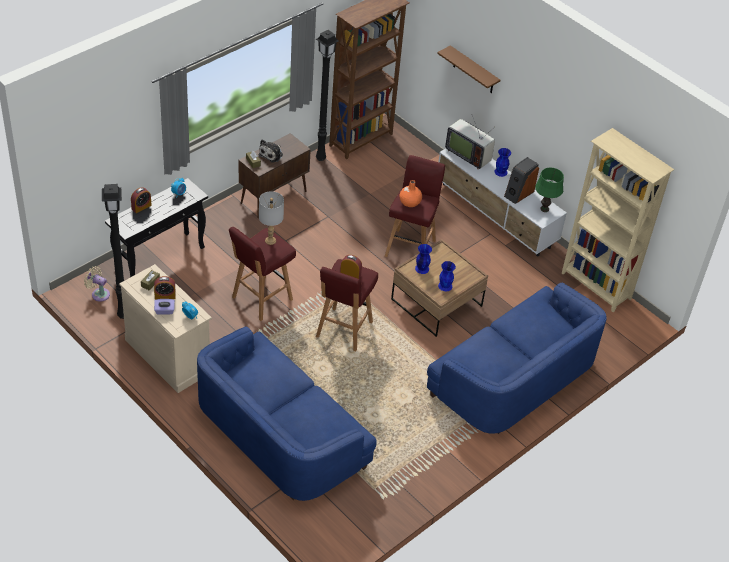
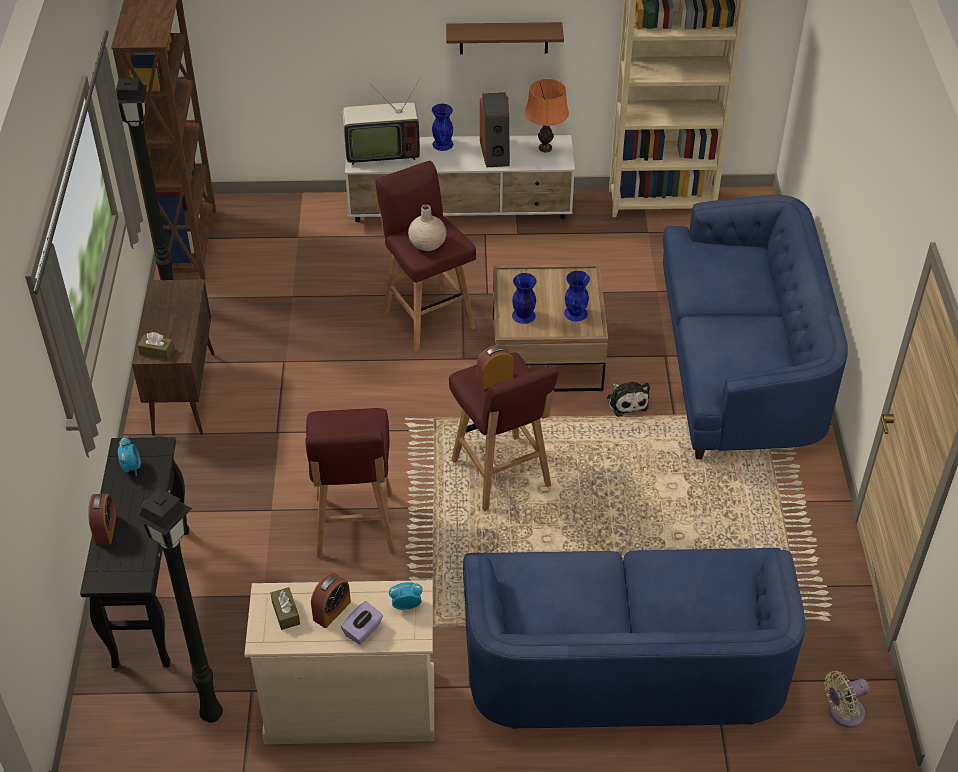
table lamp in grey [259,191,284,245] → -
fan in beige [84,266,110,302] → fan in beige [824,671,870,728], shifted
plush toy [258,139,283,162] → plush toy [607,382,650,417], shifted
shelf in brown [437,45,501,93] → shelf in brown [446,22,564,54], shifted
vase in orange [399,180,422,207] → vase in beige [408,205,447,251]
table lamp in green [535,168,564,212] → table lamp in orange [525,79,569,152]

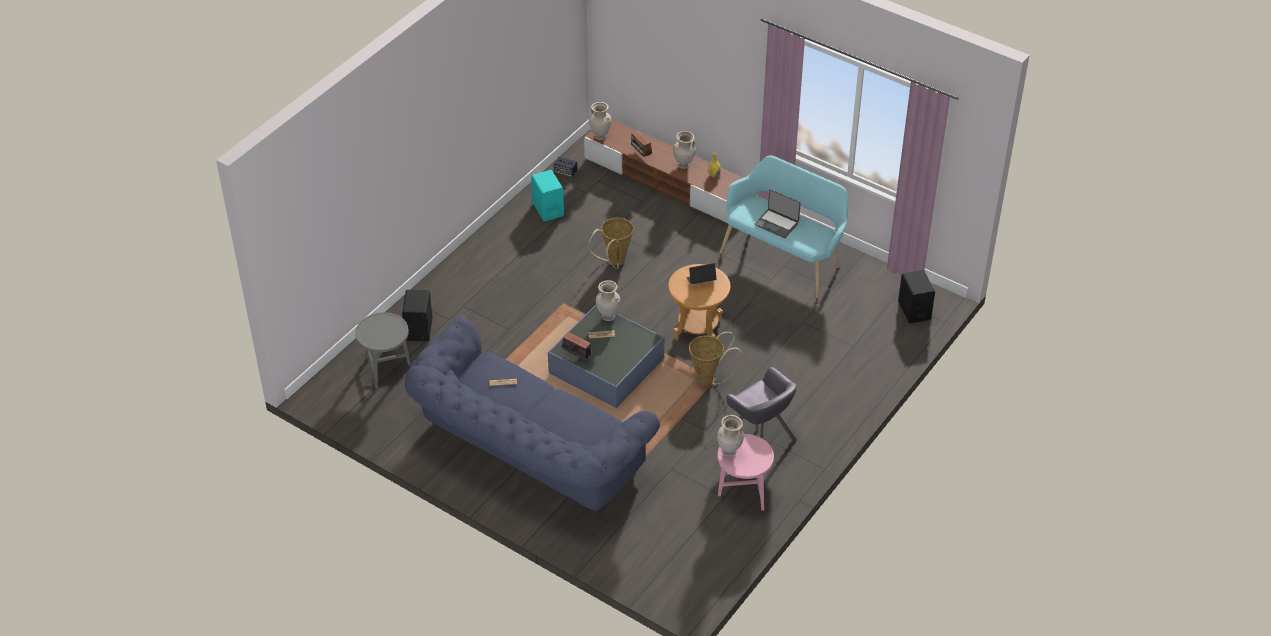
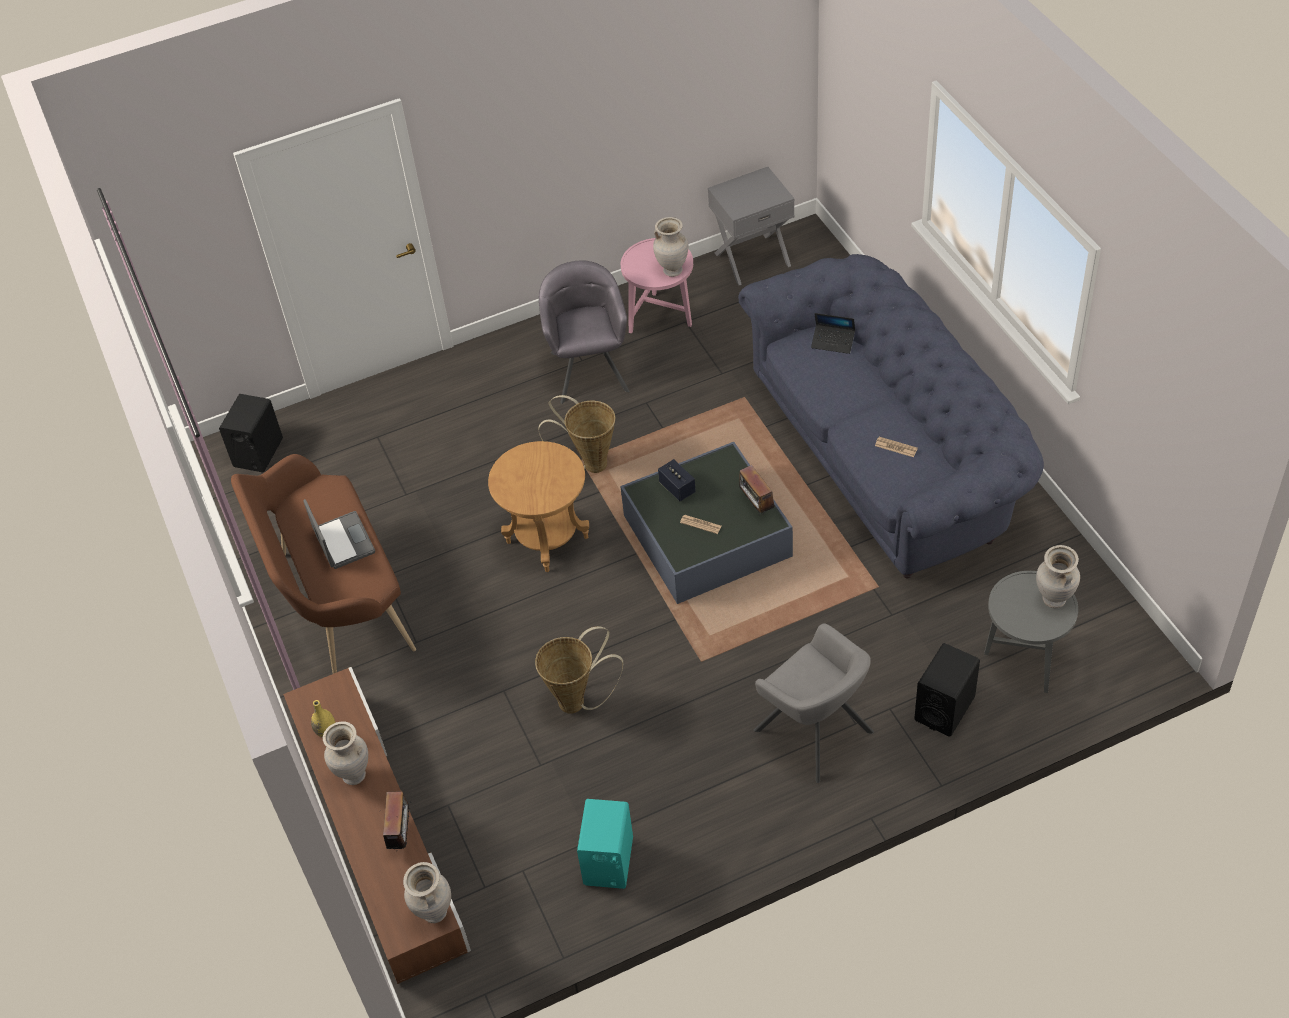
- → nightstand in grey [708,167,795,285]
- → armchair in grey [753,624,874,783]
speaker [554,156,577,177] → speaker [658,459,696,502], shifted
vase in beige [596,280,621,321] → vase in beige [1036,545,1080,608], shifted
laptop [686,263,716,284] → laptop [811,313,855,354], shifted
bench in turquoise [720,155,848,298] → bench in brown [231,454,416,674]

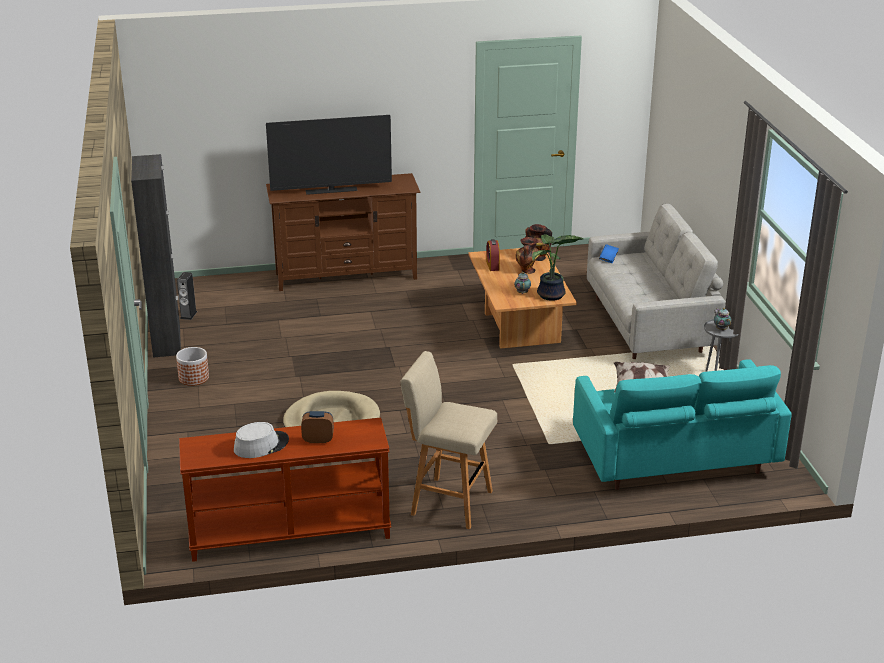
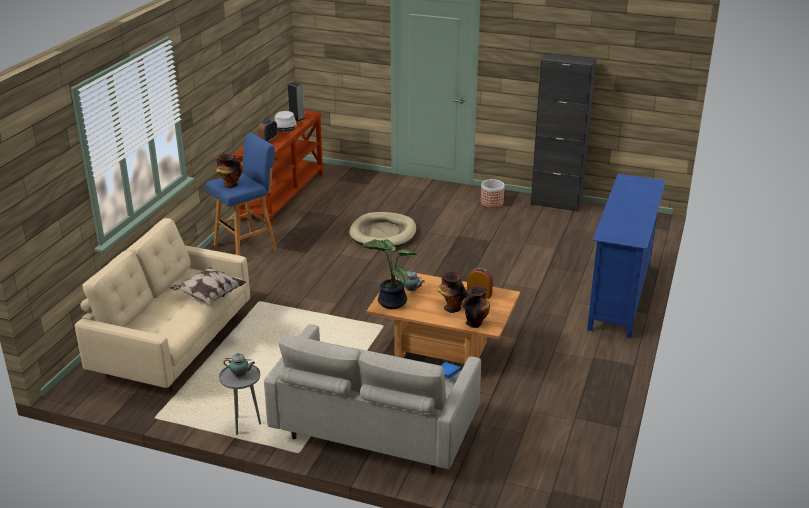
television [266,115,392,195] → -
- → vase [216,154,242,188]
speaker [177,272,197,320] → speaker [288,82,305,122], shifted
tv stand in brown [266,173,421,291] → tv stand in blue [587,174,666,338]
stool in beige [400,351,497,529] → stool in blue [206,133,277,256]
sofa in turquoise [573,359,792,490] → sofa in beige [75,218,250,393]

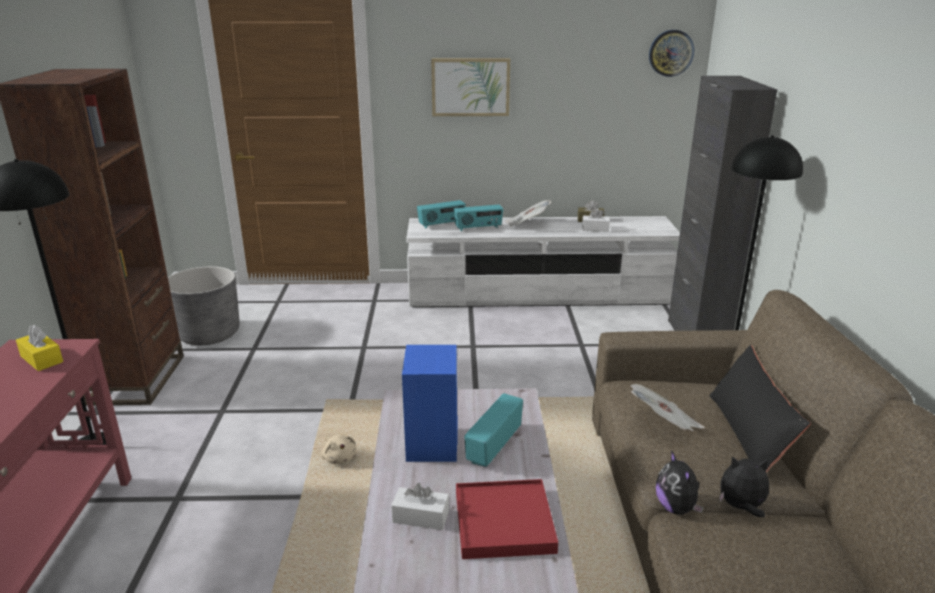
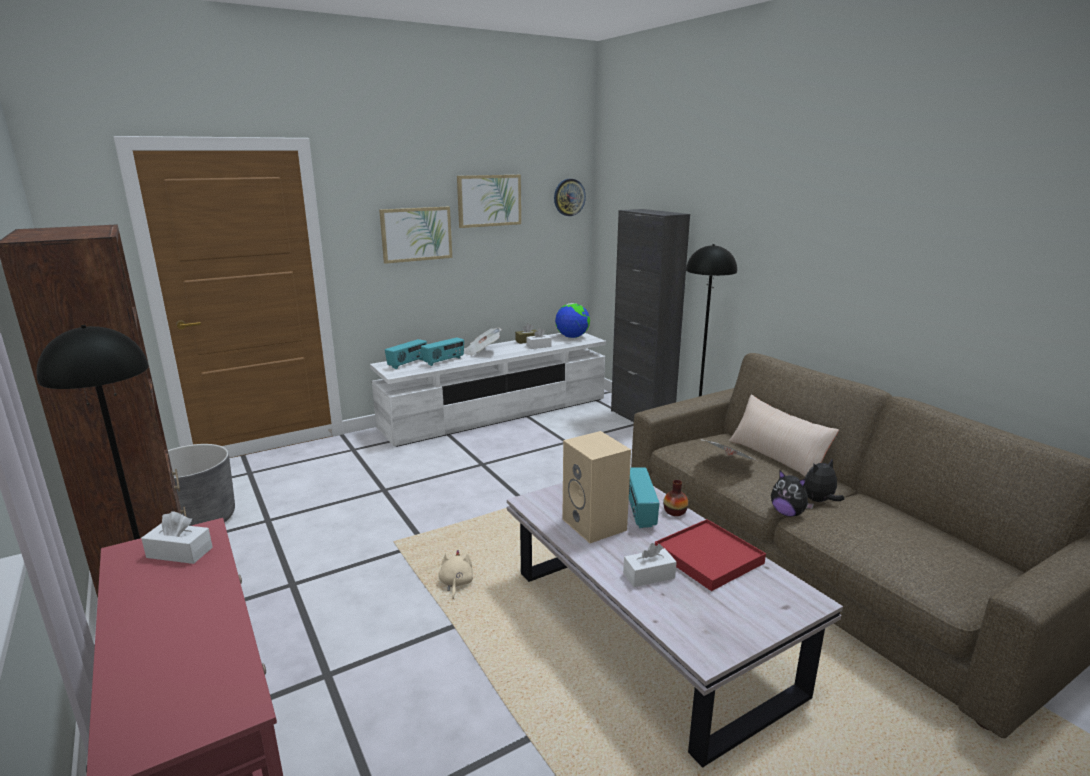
- → picture [457,175,521,228]
- → globe [555,303,590,338]
- → vase [663,480,688,516]
tissue box in yellow [16,325,63,371] → tissue box in white [141,511,213,564]
speaker in blue [402,345,458,462] → speaker in beige [562,431,631,543]
pillow in black [709,345,811,473] → pillow in beige [729,395,839,477]
plush toy in beige [321,435,357,464] → plush toy in beige [438,550,473,599], 120 degrees counterclockwise

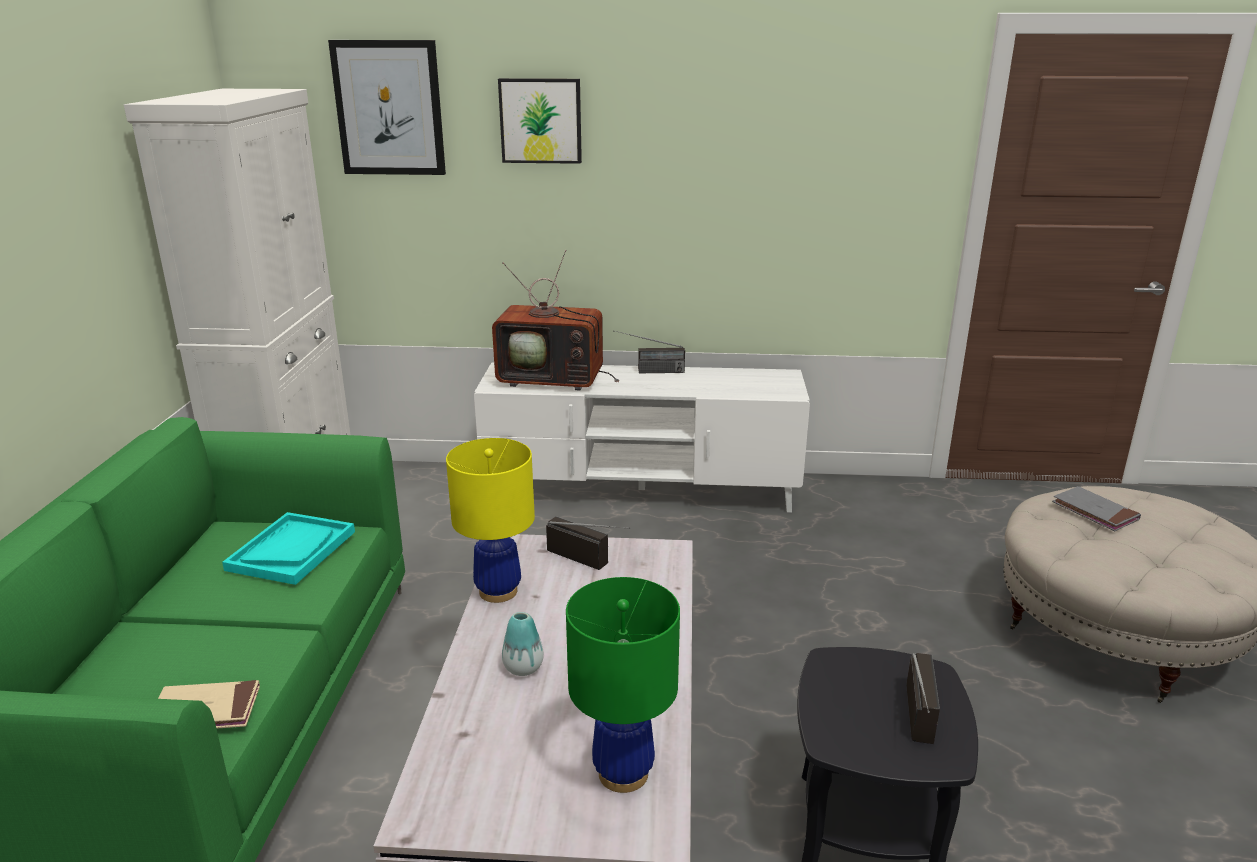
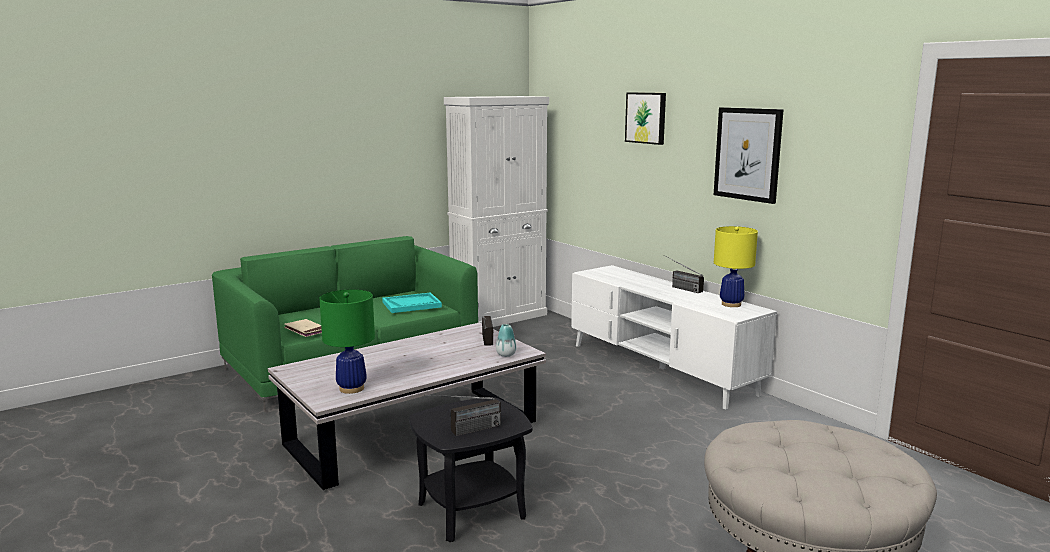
television [492,250,619,391] → -
book in grey [1052,486,1141,531] → -
picture [328,40,446,175] → picture [714,107,784,204], shifted
table lamp in yellow [446,438,535,603] → table lamp in yellow [714,226,758,307], shifted
vase [502,612,544,676] → vase [496,324,517,357], shifted

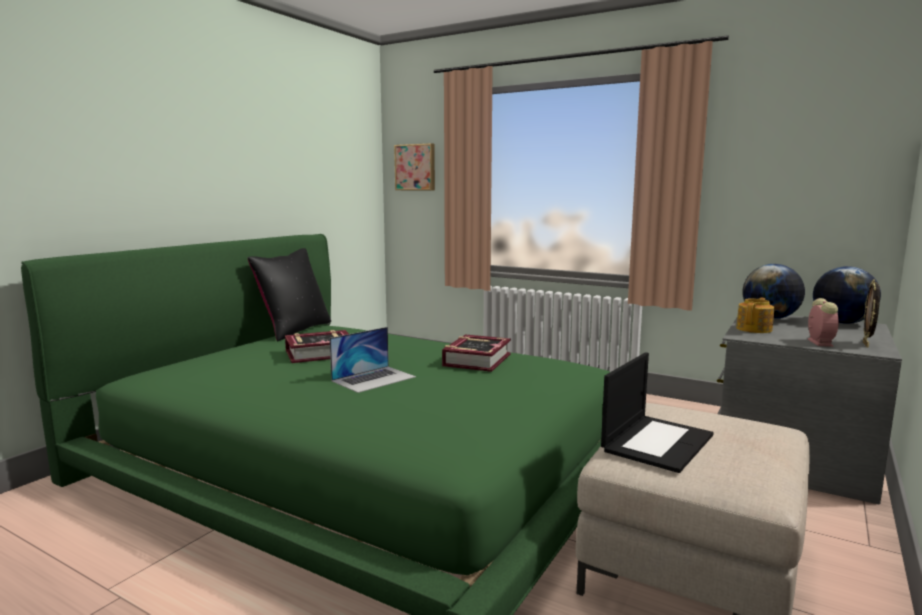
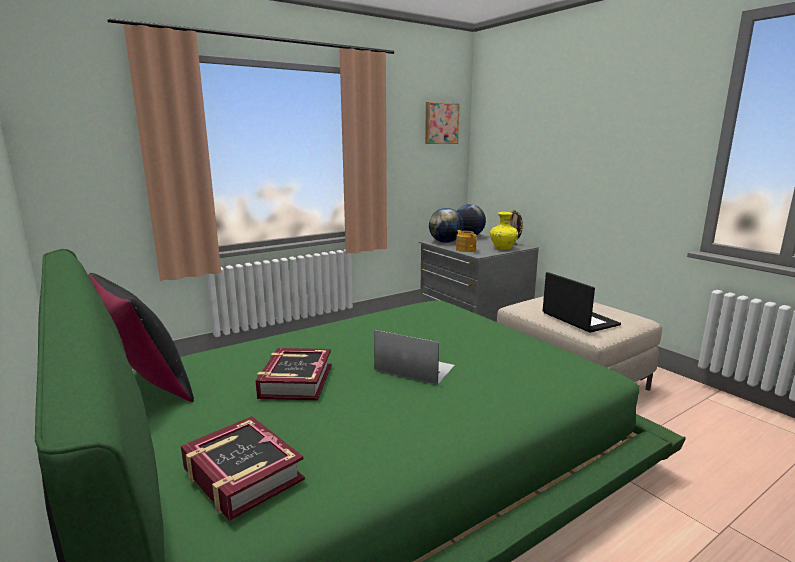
picture [394,143,435,190] → picture [425,102,460,144], shifted
book [442,334,511,372] → book [181,416,305,521], shifted
alarm clock [808,298,839,347] → vase in yellow [490,212,518,250]
laptop [330,327,416,393] → laptop [374,330,455,385], 45 degrees counterclockwise

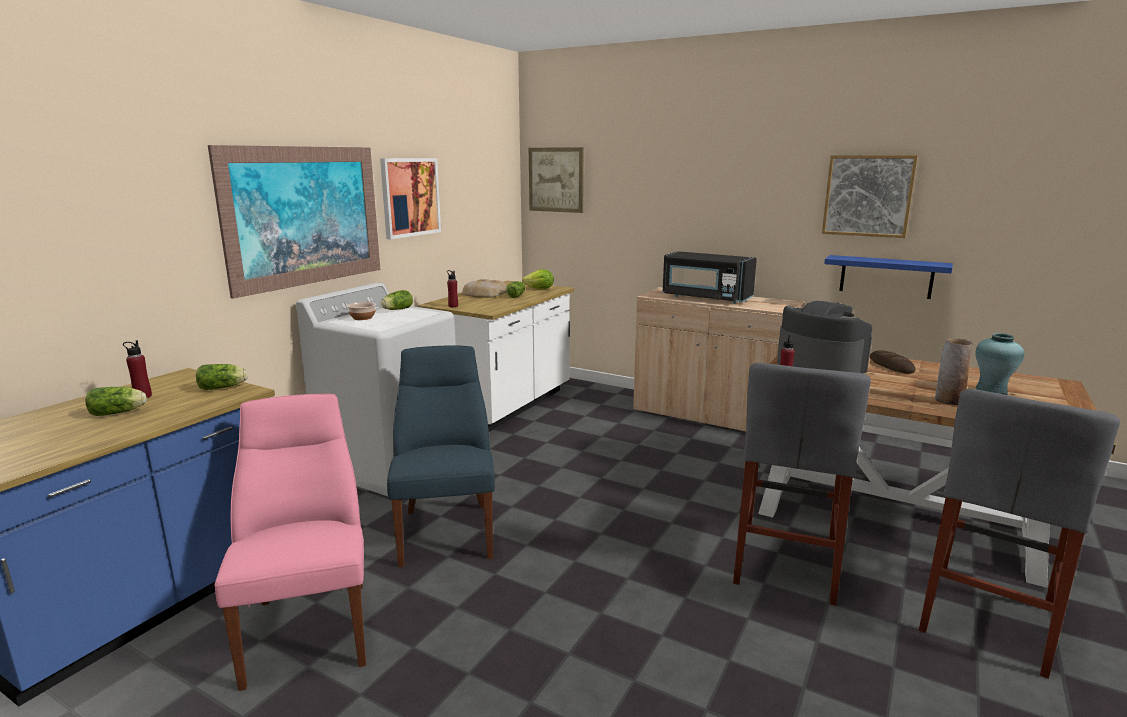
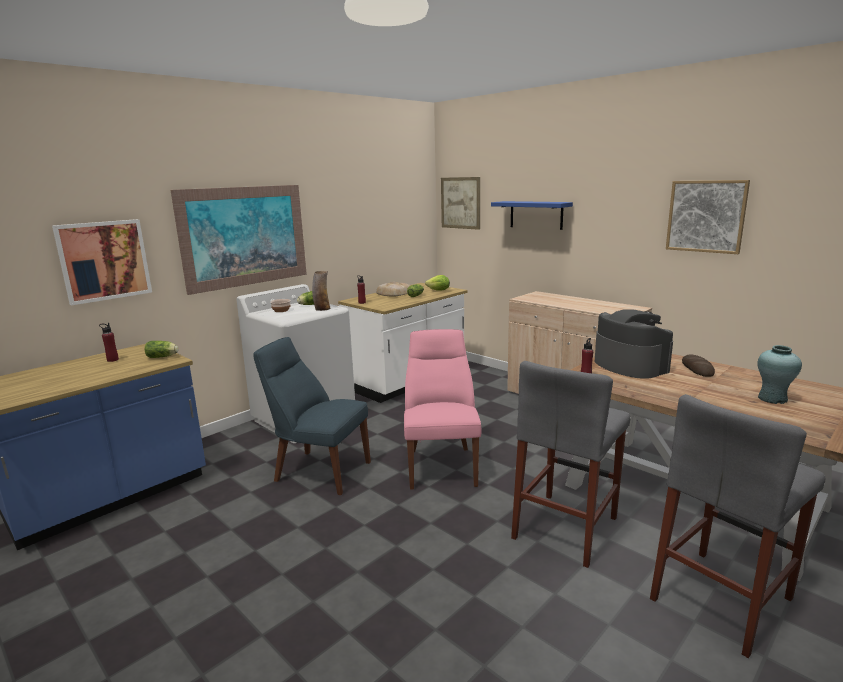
lettuce [85,387,147,416] → -
microwave in black [662,251,757,304] → -
chair in pink [215,394,366,691] → chair in pink [404,329,481,490], shifted
picture [380,158,441,239] → picture [52,219,152,306], shifted
shelf in blue [824,255,953,299] → shelf in blue [491,201,573,230], shifted
vase [935,338,973,405] → vase [312,271,331,311], shifted
chair in blue [387,346,495,567] → chair in blue [253,337,371,495], 75 degrees counterclockwise

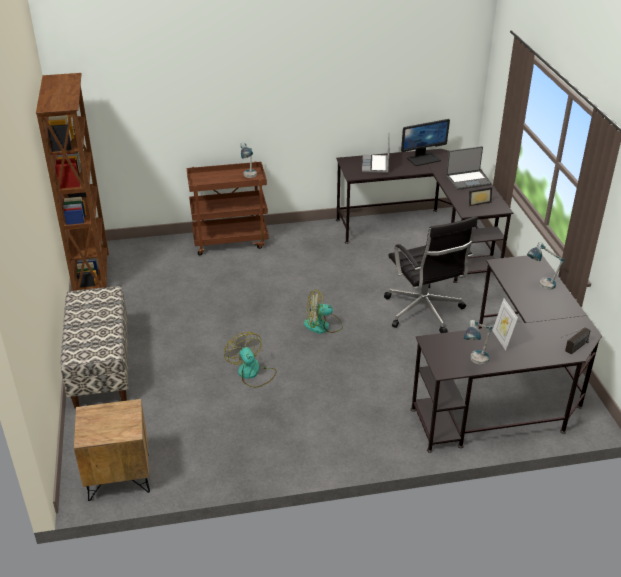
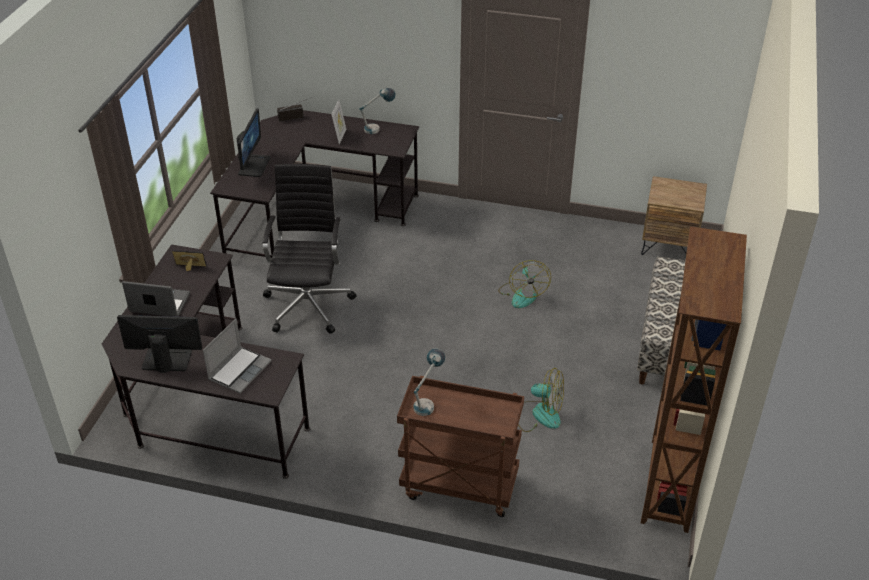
fan [304,289,343,334] → fan [518,368,564,432], shifted
table lamp [527,242,564,290] → monitor [237,109,270,177]

